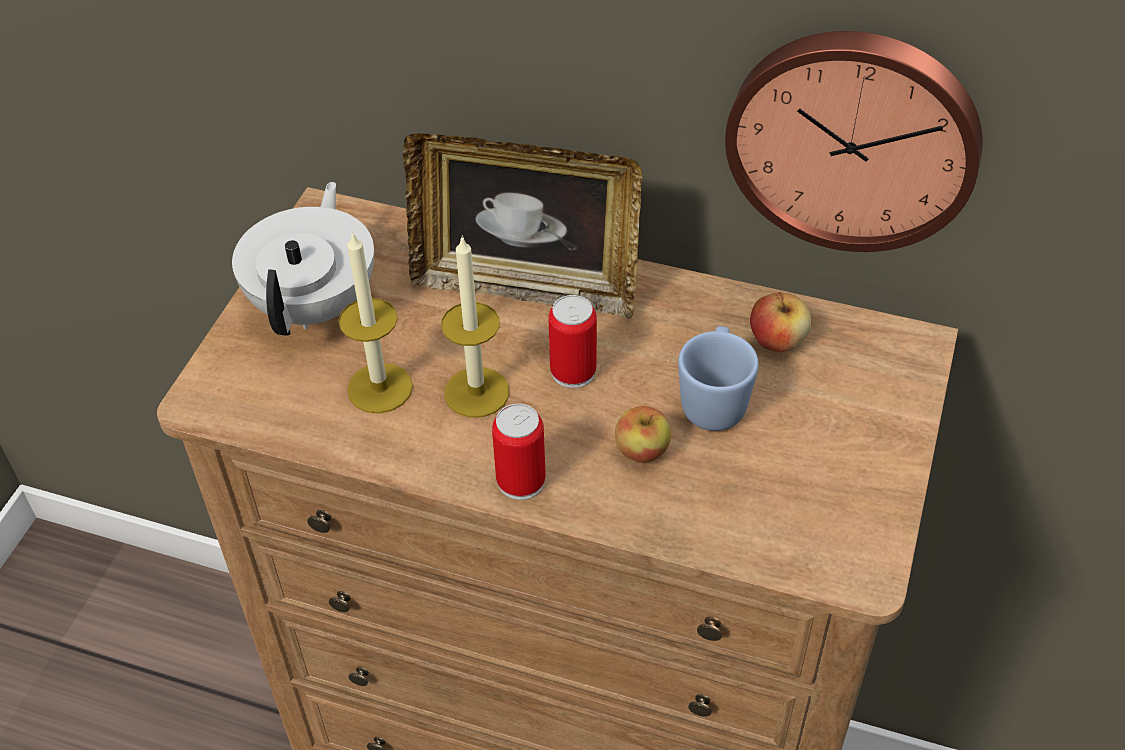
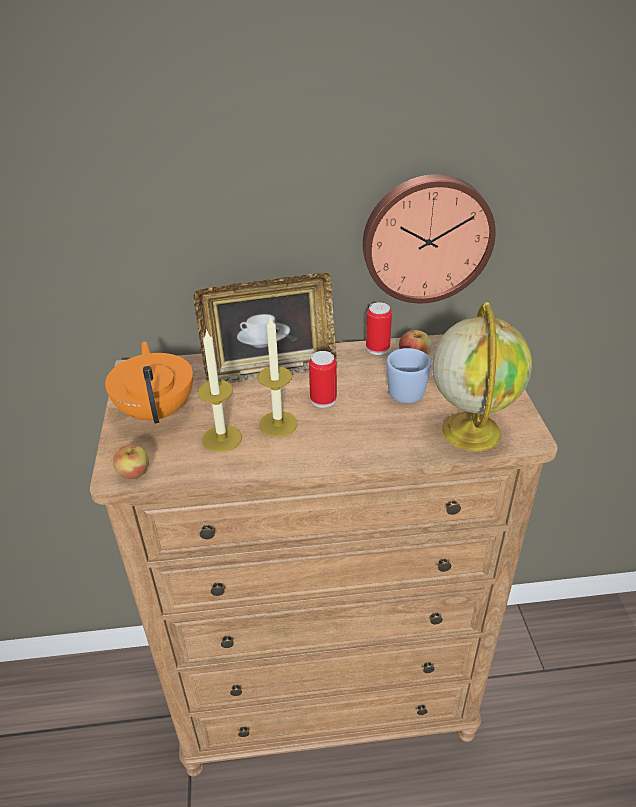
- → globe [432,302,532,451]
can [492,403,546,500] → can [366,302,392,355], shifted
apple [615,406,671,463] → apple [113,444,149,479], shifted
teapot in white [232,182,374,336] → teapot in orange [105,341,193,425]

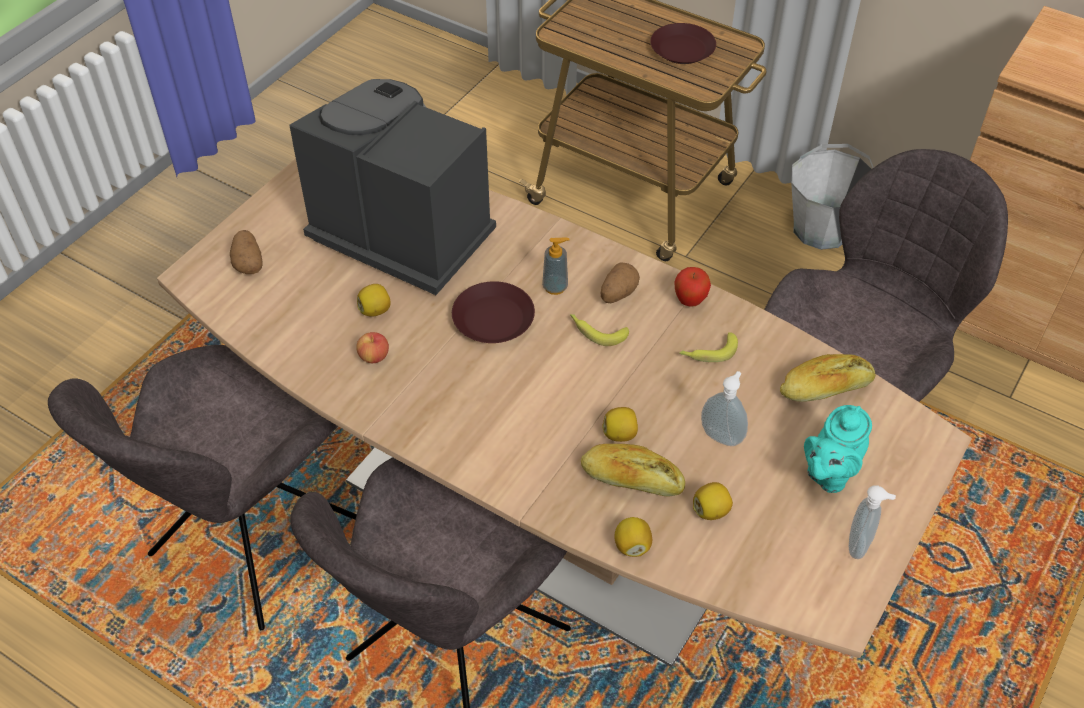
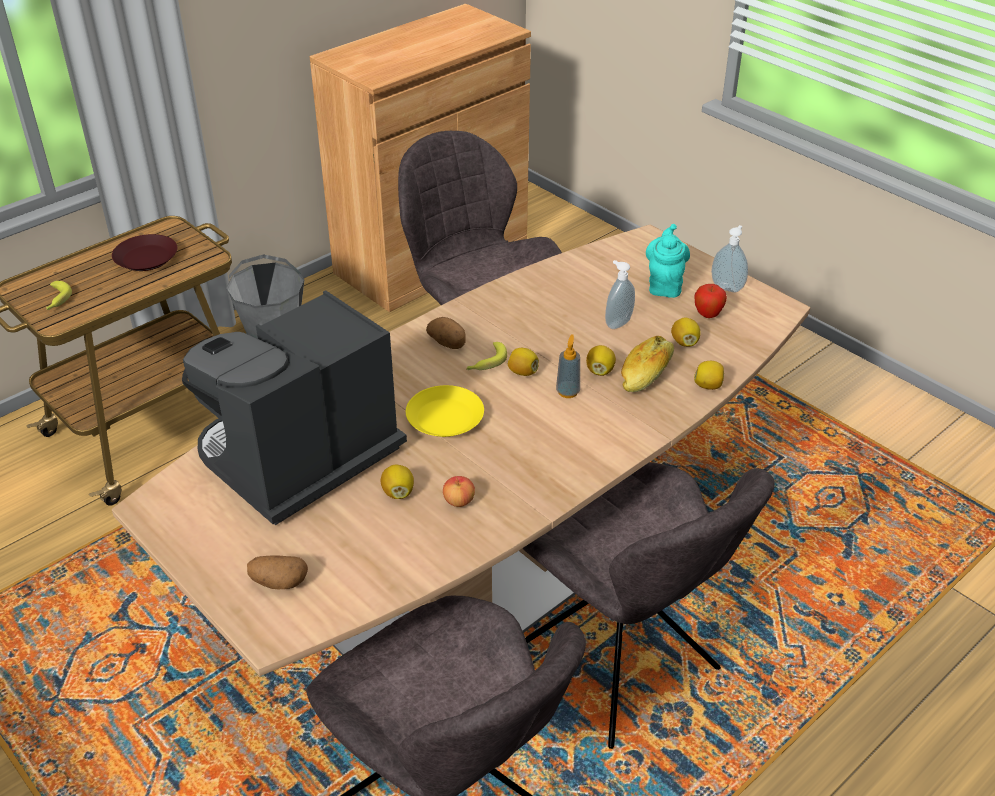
bread [780,354,875,402] → -
- → lemon [508,348,539,376]
soap dispenser [542,238,570,295] → soap dispenser [556,334,580,398], shifted
apple [674,267,711,307] → apple [694,284,727,318], shifted
banana [679,332,738,362] → banana [46,281,72,310], shifted
plate in brown [452,281,535,343] → plate in yellow [406,385,484,437]
teapot in turquoise [804,405,872,493] → teapot in turquoise [646,224,690,298], 135 degrees counterclockwise

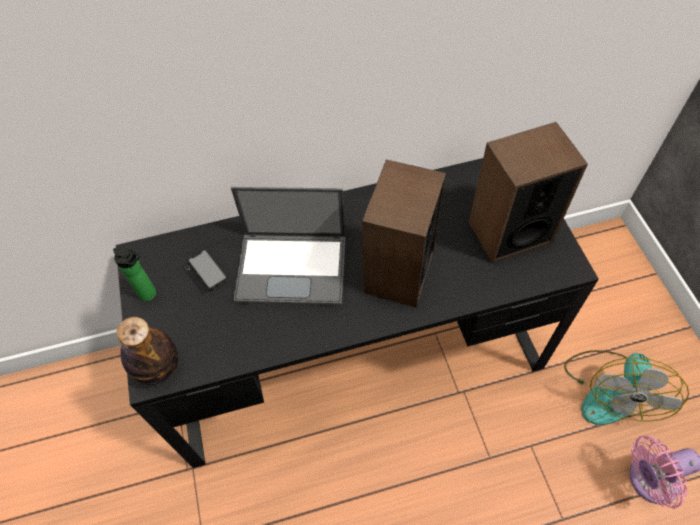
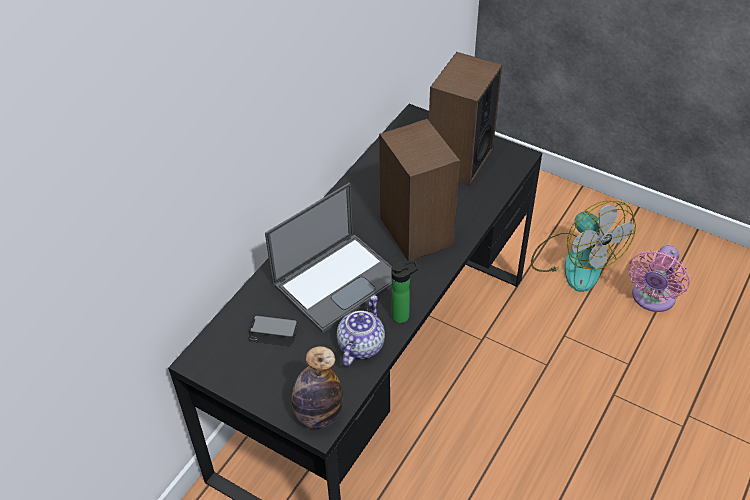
- → teapot [337,295,385,366]
bottle [113,247,156,301] → bottle [391,260,418,323], shifted

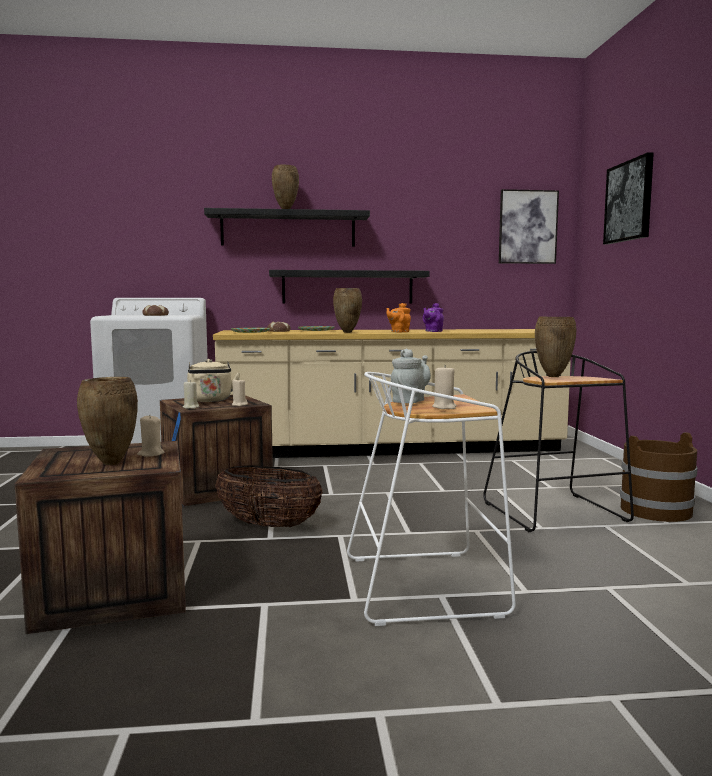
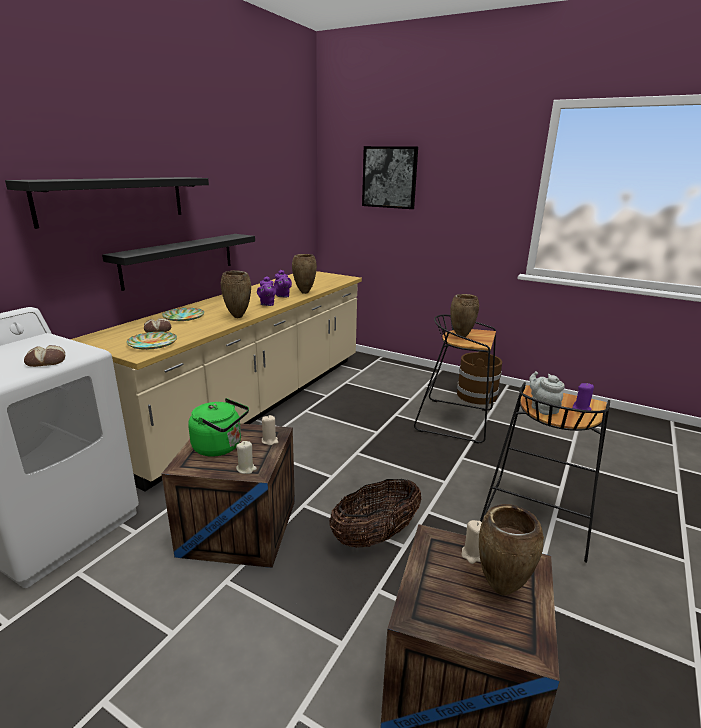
picture [499,189,559,264] → -
vase in brown [272,165,299,209] → vase in brown [292,254,317,294], shifted
kettle in beige [187,359,240,402] → kettle in green [188,398,249,457]
stool in white [347,372,516,626] → stool in black [480,382,610,563]
teapot in orange [387,303,411,332] → teapot in purple [257,276,276,306]
candle in beige [432,365,457,409] → candle in purple [572,383,594,413]

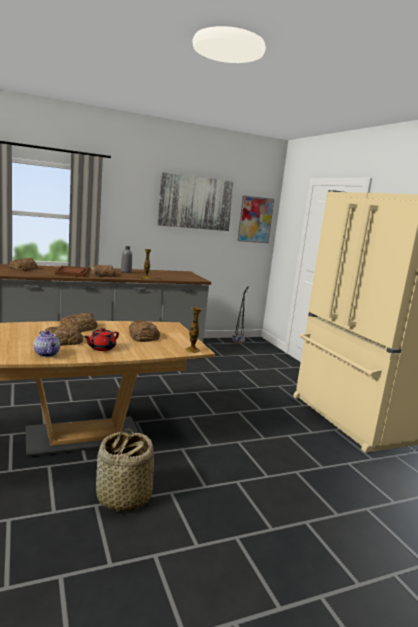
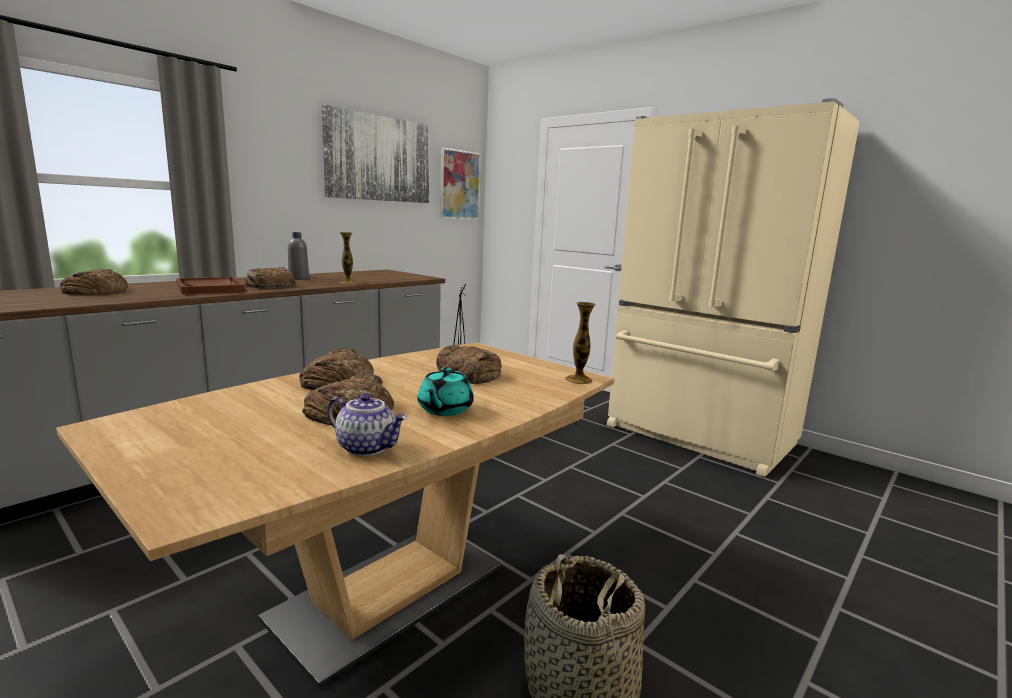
teapot in red [84,328,119,351] → teapot in turquoise [418,367,474,416]

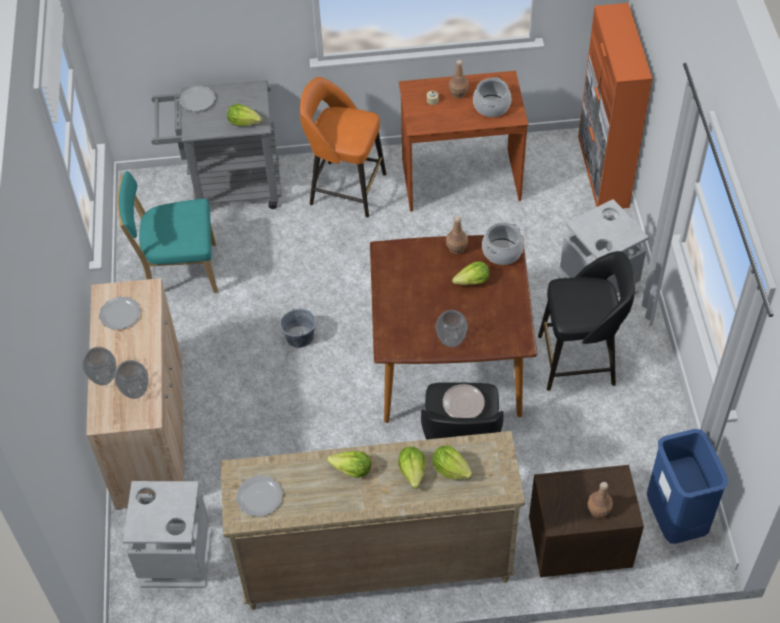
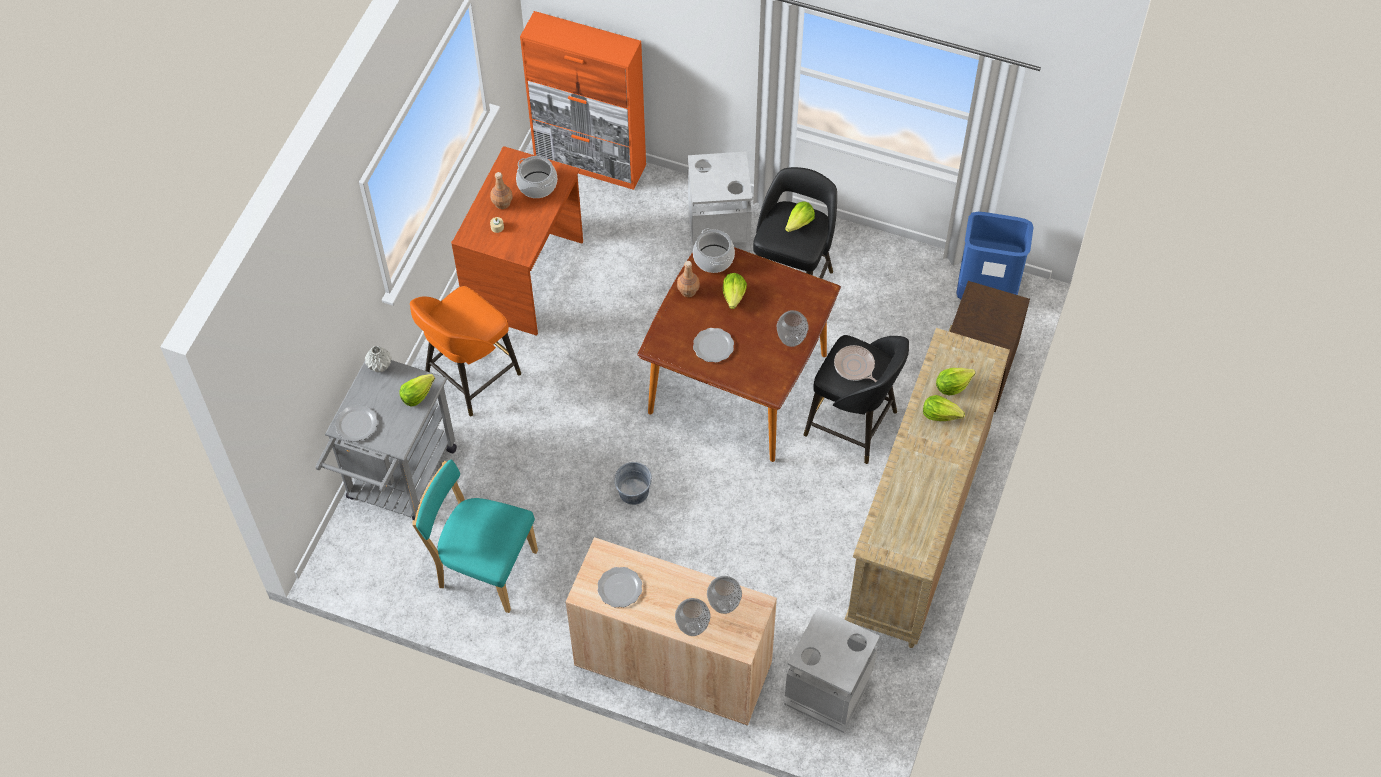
bottle in brown [588,482,613,518] → -
- → vase in grey [365,346,392,372]
plate [236,475,283,517] → plate [693,328,734,362], shifted
lettuce [327,451,371,478] → lettuce [785,201,815,232], shifted
chair in turquoise [117,171,218,293] → chair in turquoise [412,460,538,613], 90 degrees clockwise

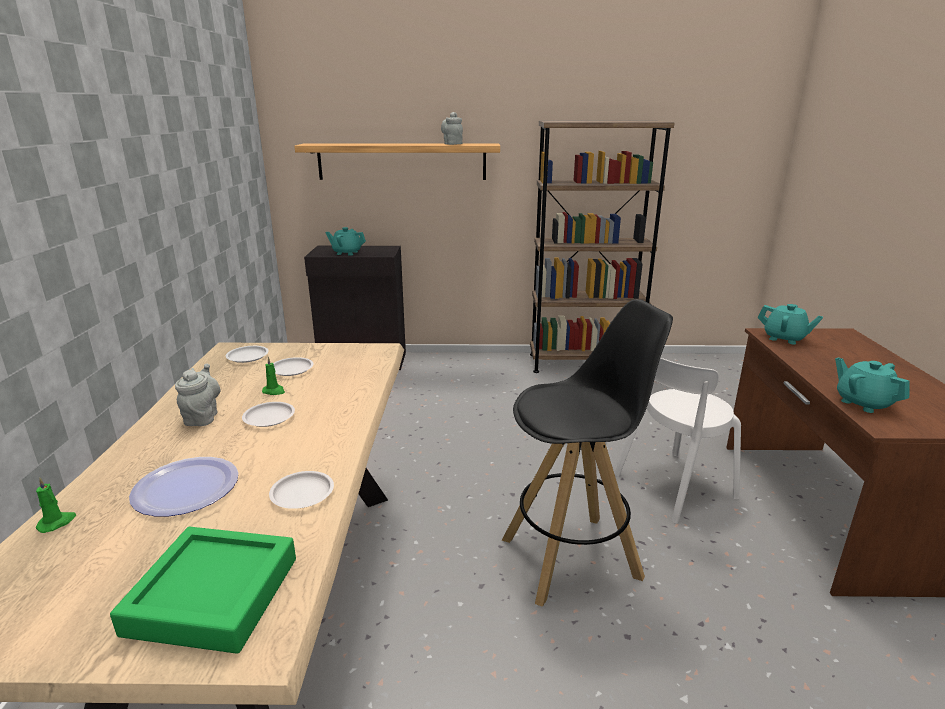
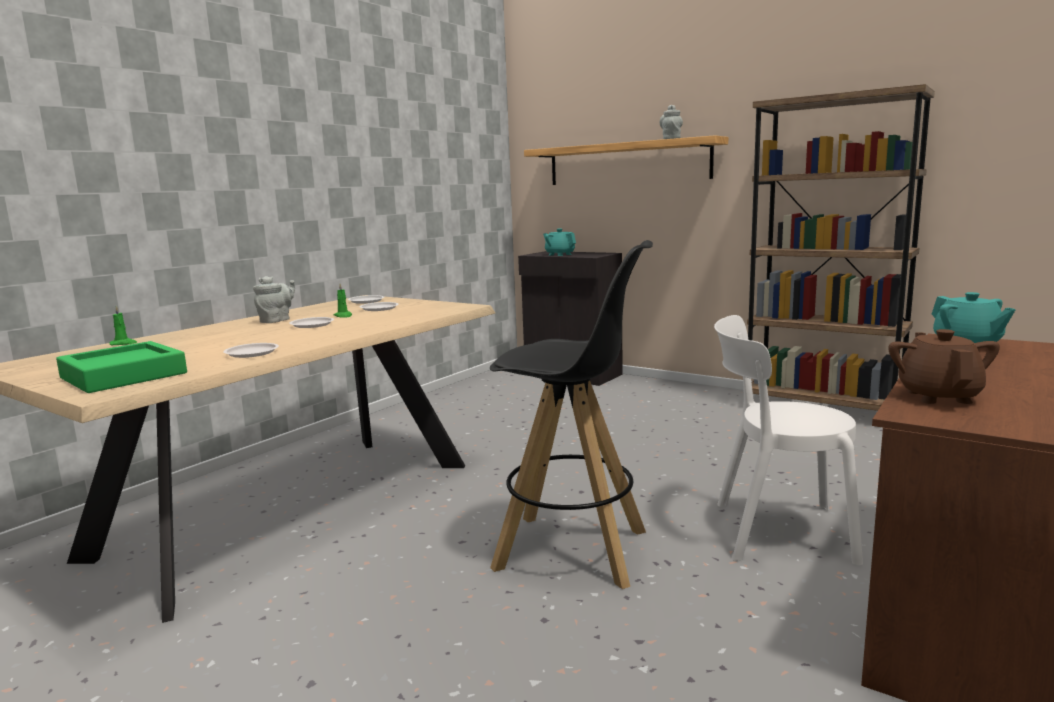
plate [129,457,238,517] → -
teapot in turquoise [835,358,910,413] → teapot in brown [888,329,1000,404]

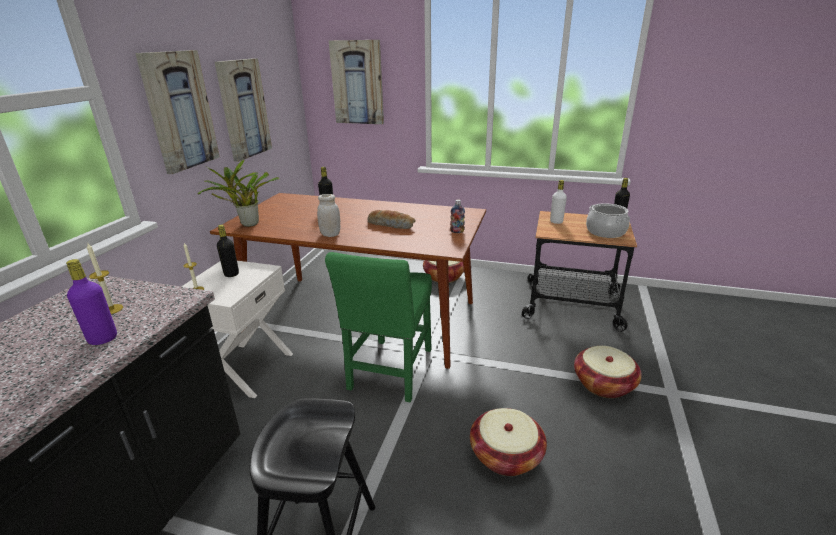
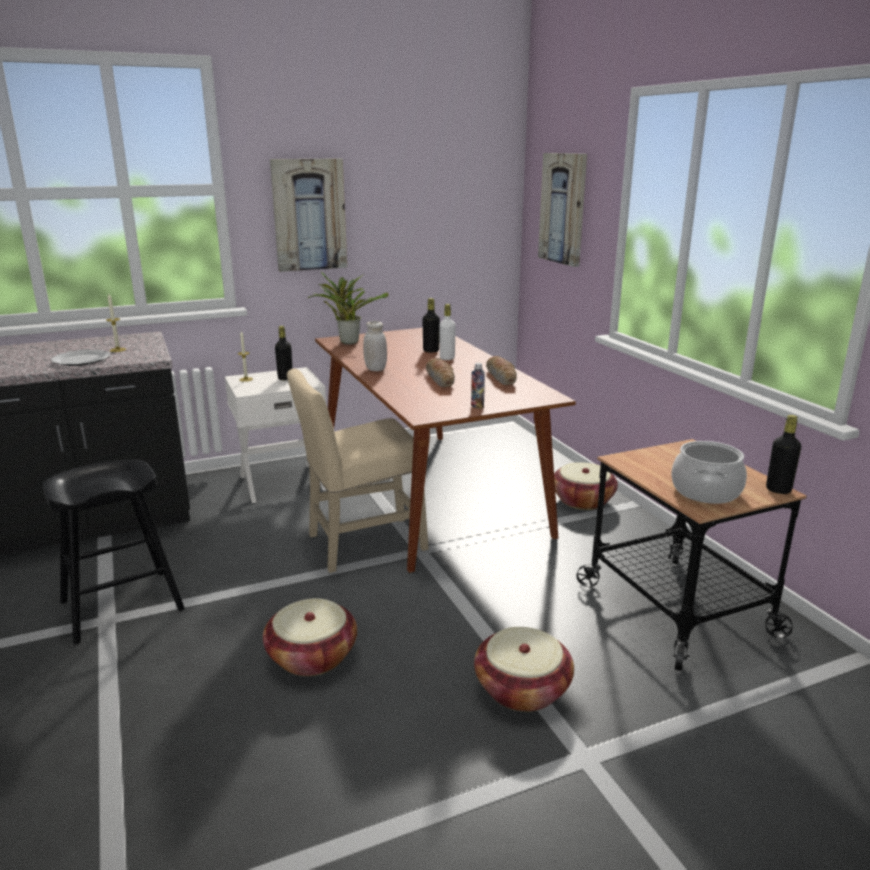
picture [215,58,272,162] → -
- → bread [486,356,517,385]
bottle in white [550,180,567,224] → bottle in white [439,304,456,360], shifted
bottle in purple [66,259,117,345] → plate [51,350,110,366]
chair in green [325,252,432,402] → chair in beige [287,369,429,573]

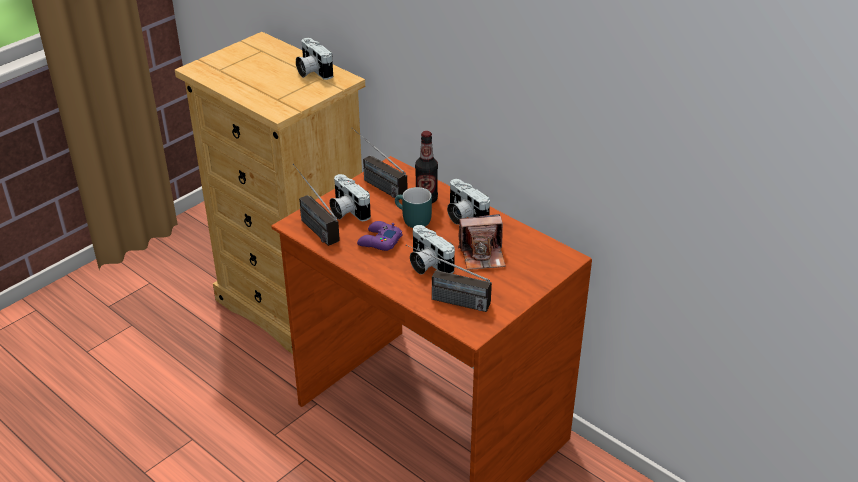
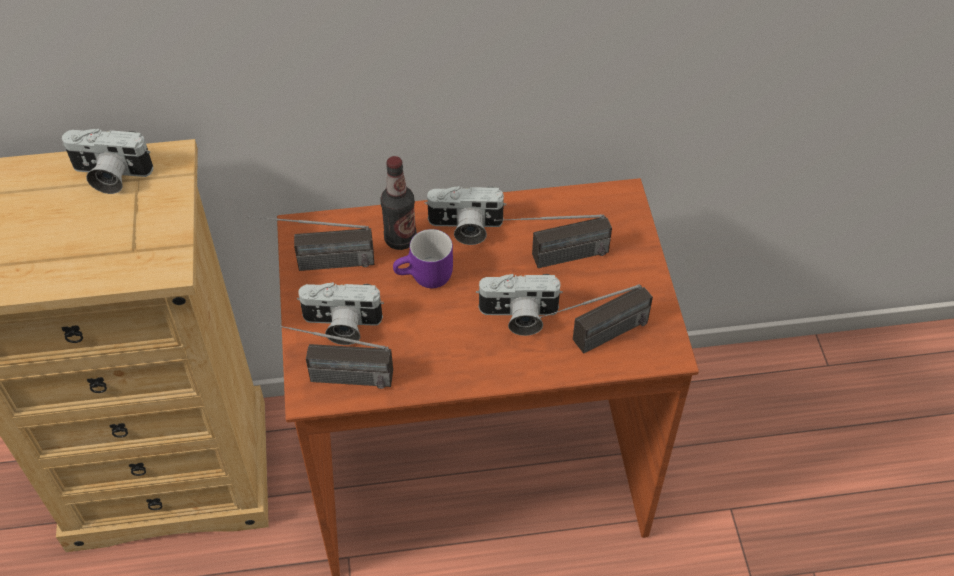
game controller in purple [357,221,403,251] → -
photo camera [458,214,506,270] → radio [494,214,612,268]
mug in turquoise [395,187,432,228] → mug in purple [393,229,453,288]

